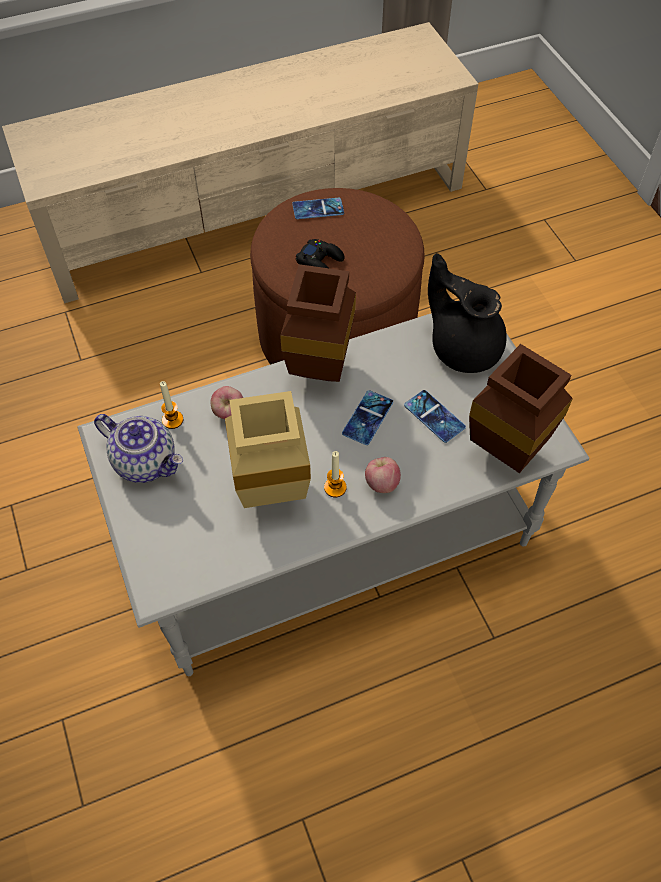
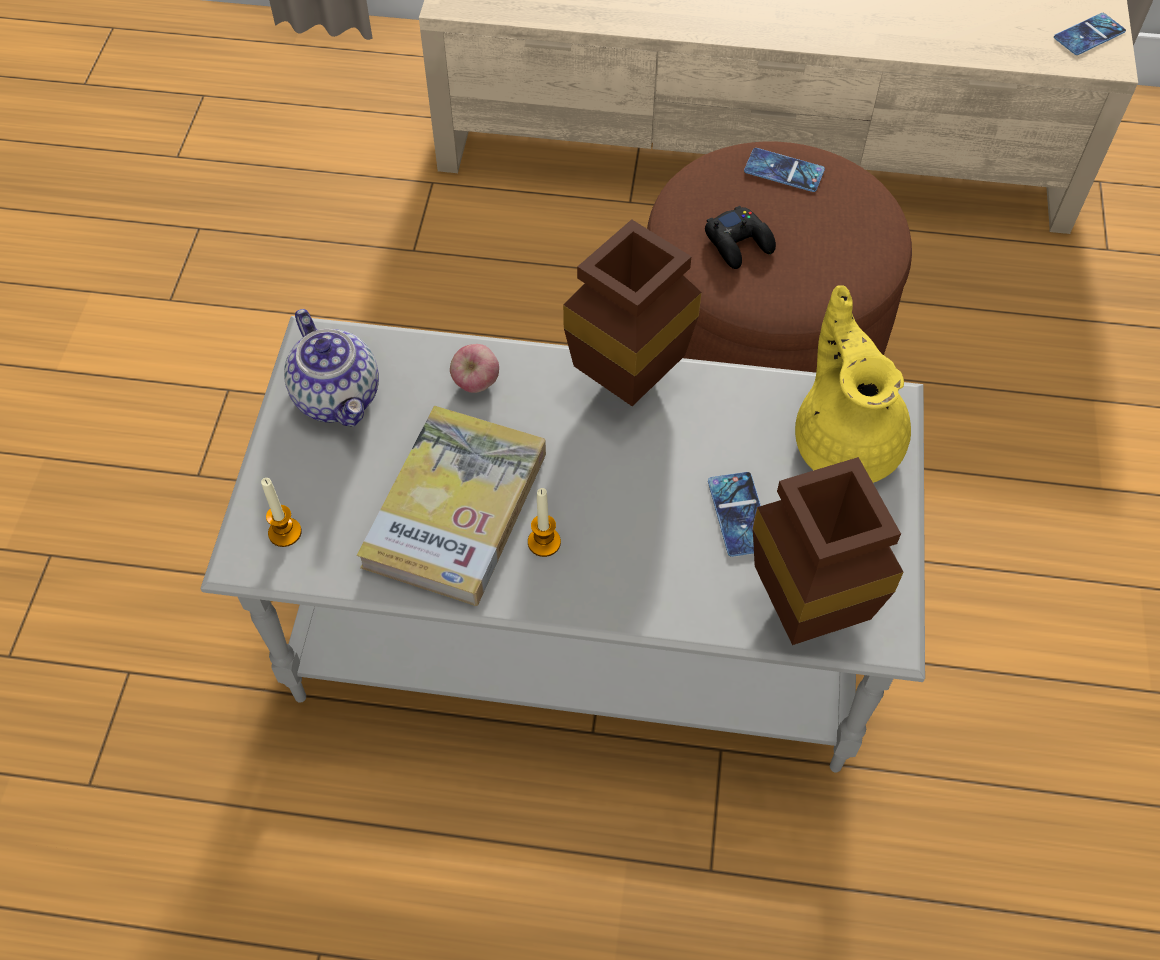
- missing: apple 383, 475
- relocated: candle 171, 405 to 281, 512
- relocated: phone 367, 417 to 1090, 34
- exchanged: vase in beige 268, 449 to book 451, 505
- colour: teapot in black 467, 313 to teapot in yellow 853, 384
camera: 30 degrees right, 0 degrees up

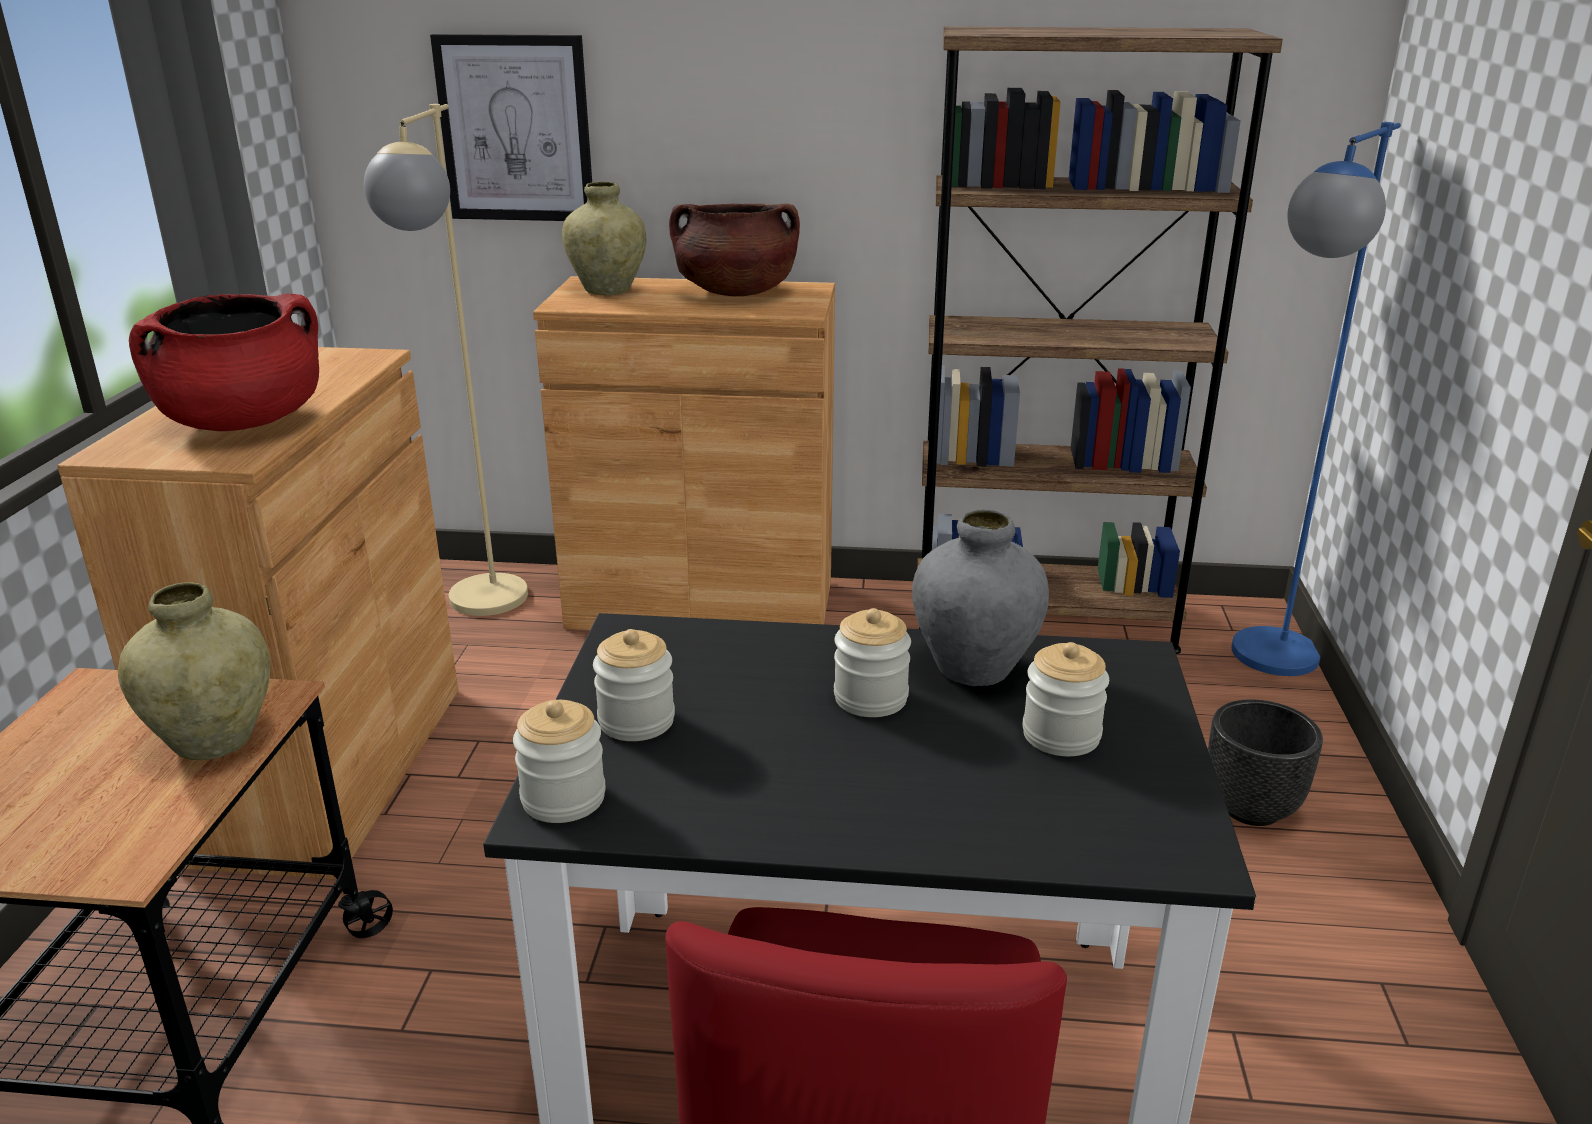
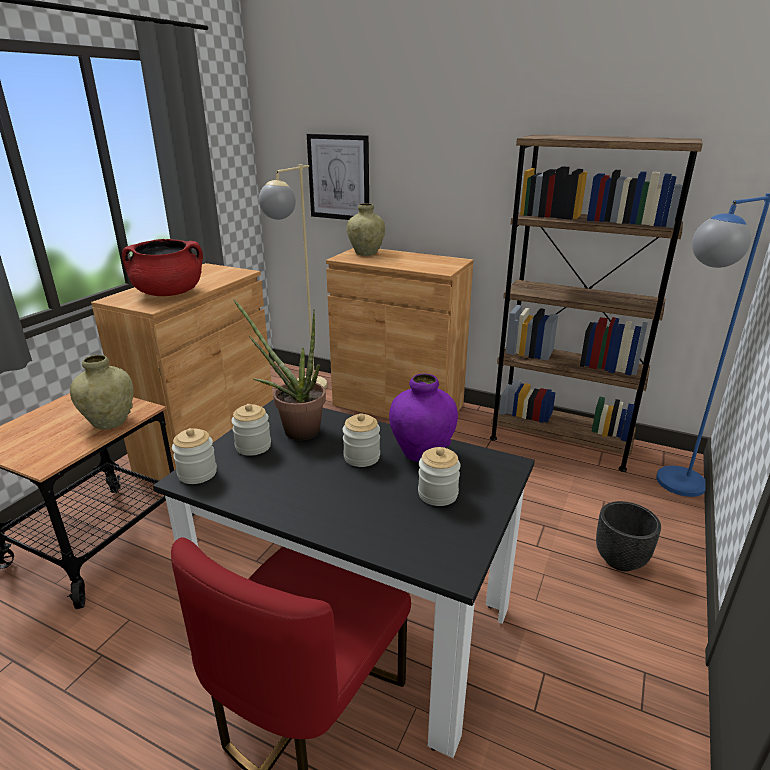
- missing: cooking pot in brown 734, 249
- appeared: potted plant 279, 369
- colour: vase in grey 980, 597 to vase in purple 423, 417
camera: 20 degrees right, 0 degrees up

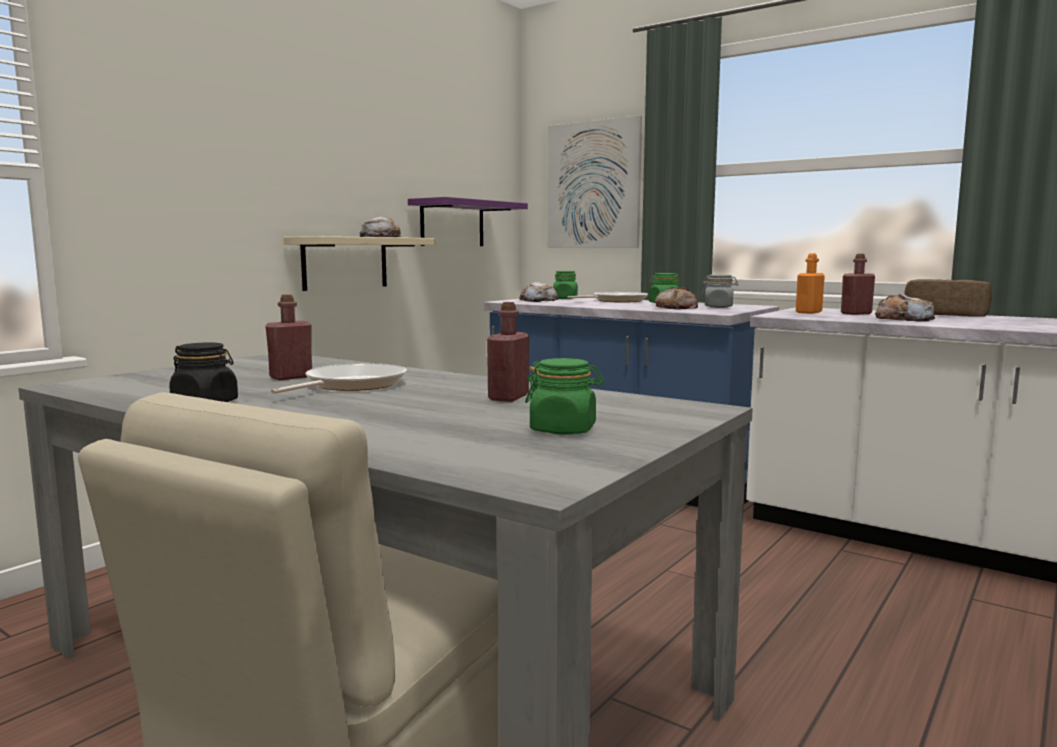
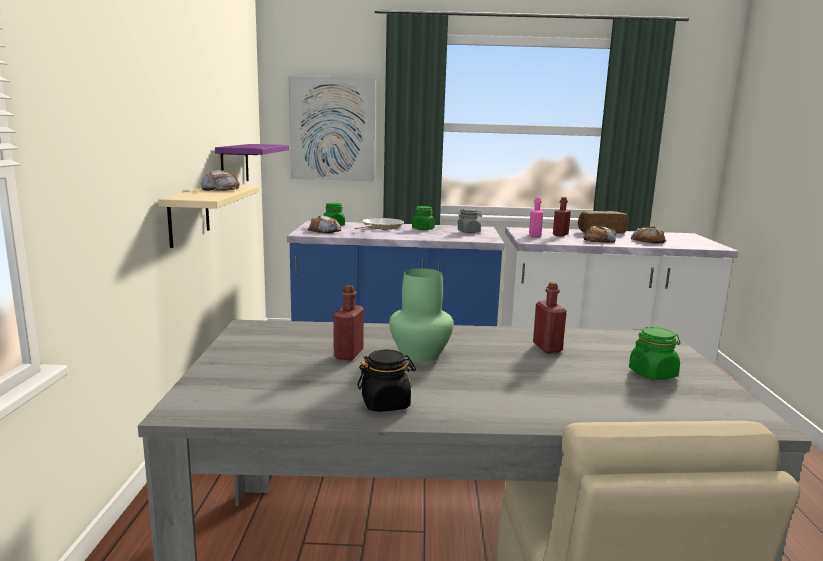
- relocated: bread 676, 298 to 648, 235
- exchanged: frying pan 339, 378 to vase in green 421, 315
- colour: bottle in orange 810, 284 to bottle in pink 536, 217
camera: 35 degrees left, 5 degrees up

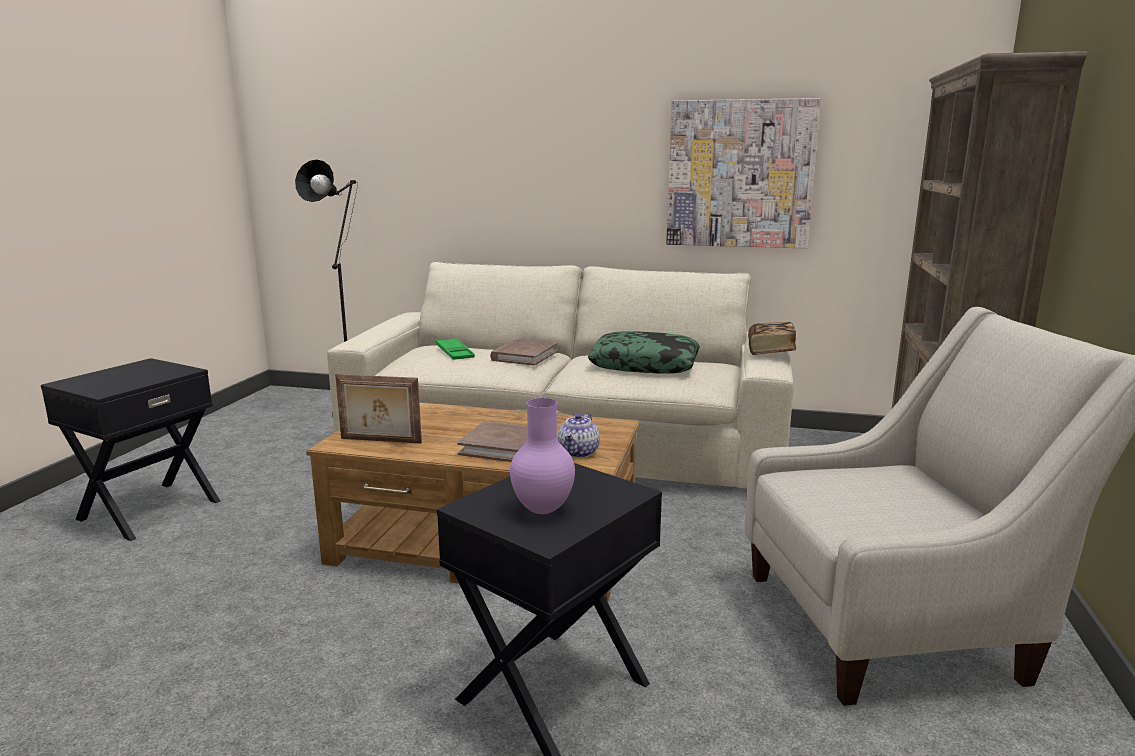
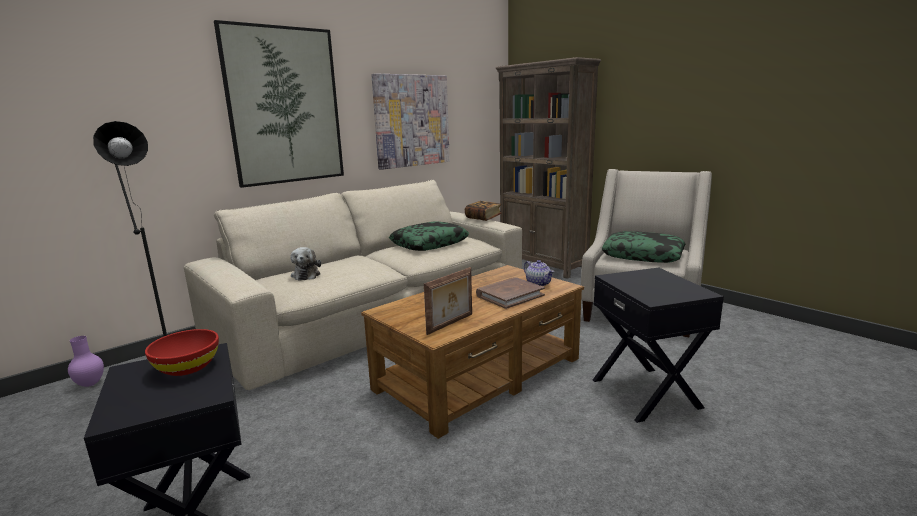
- missing: book in brown 524, 352
- appeared: bowl in red 182, 352
- appeared: picture 279, 104
- appeared: pillow 643, 247
- relocated: vase in purple 542, 456 to 86, 361
- exchanged: tray in green 455, 349 to plush toy 305, 264
camera: 55 degrees left, 0 degrees up

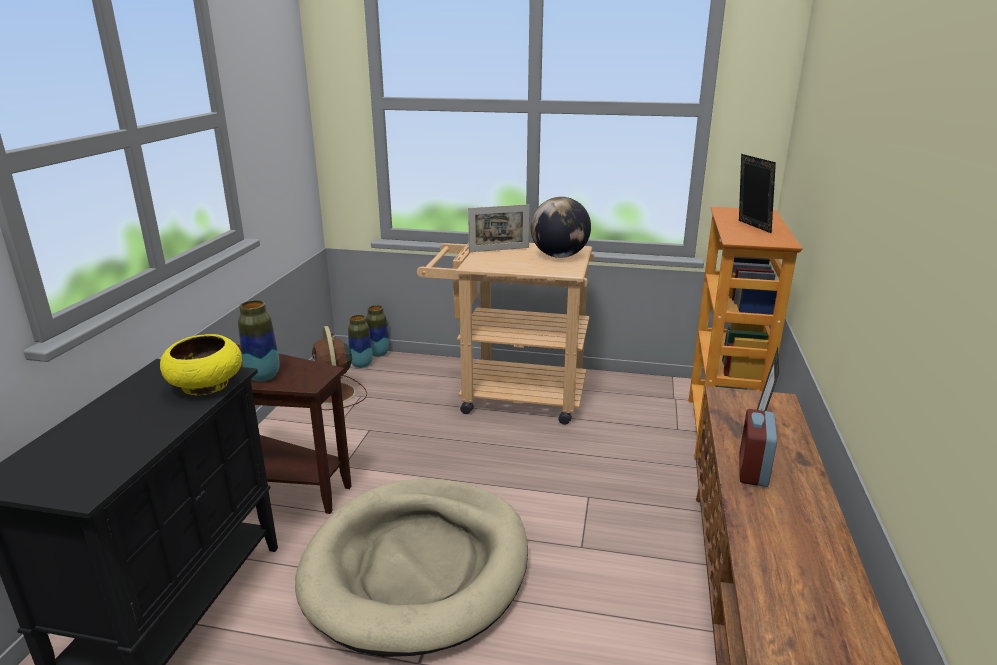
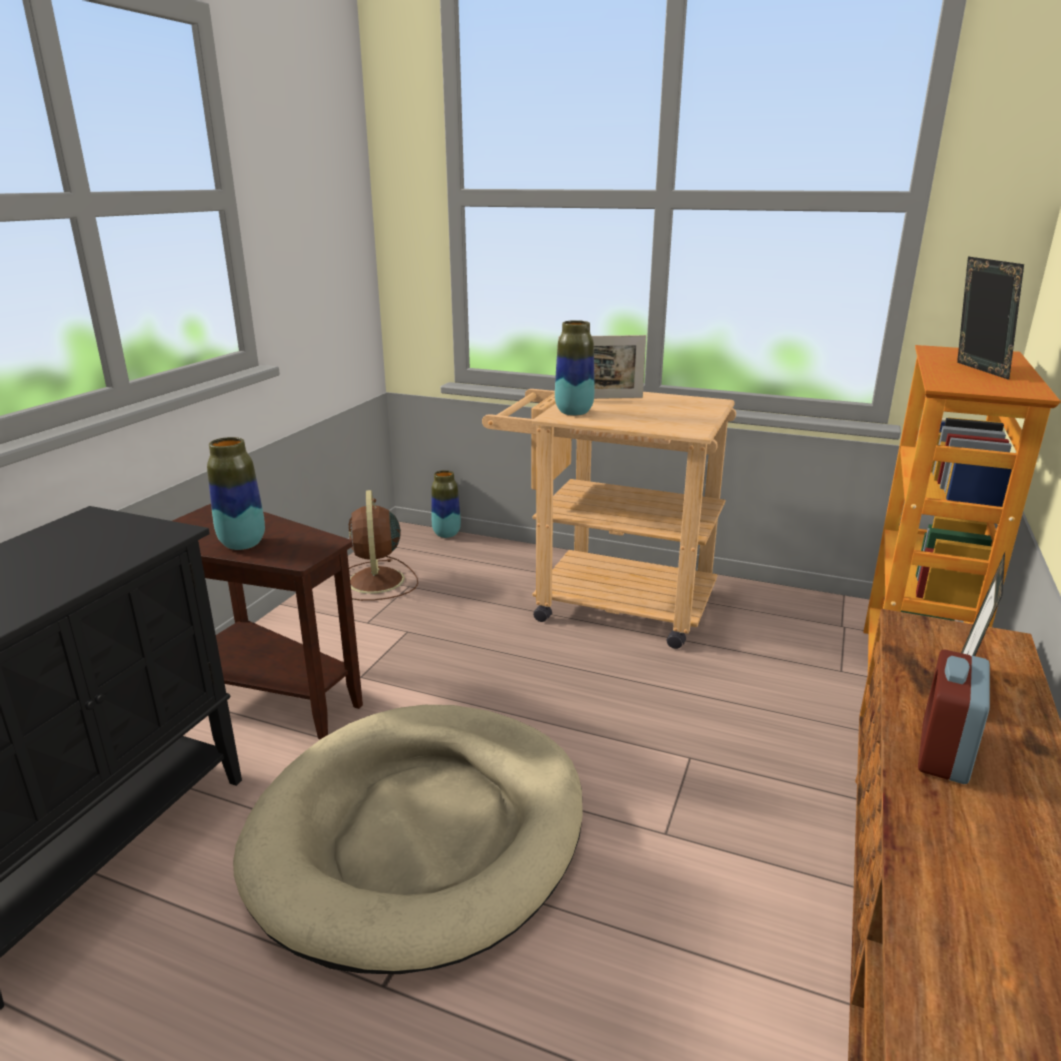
- missing: bowl in yellow 201, 364
- missing: globe 561, 227
- relocated: vase 360, 341 to 575, 368
camera: 10 degrees right, 0 degrees up

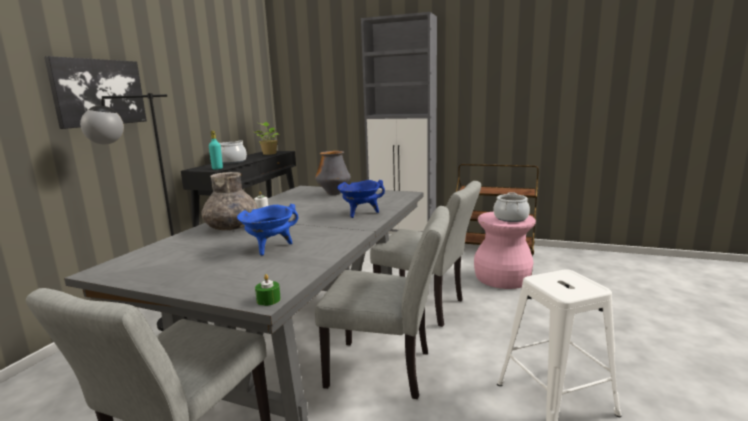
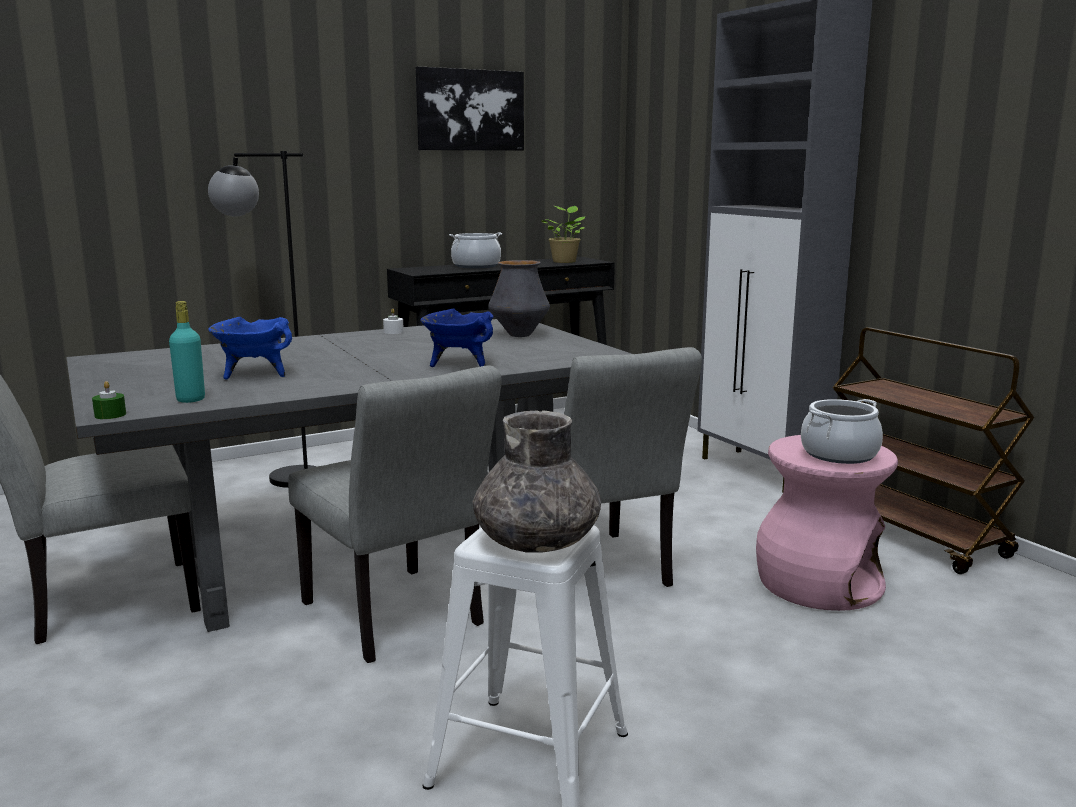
- relocated: picture 95, 92 to 470, 108
- relocated: vase in grey 230, 201 to 537, 481
- relocated: bottle in turquoise 216, 150 to 187, 352
camera: 40 degrees right, 0 degrees up

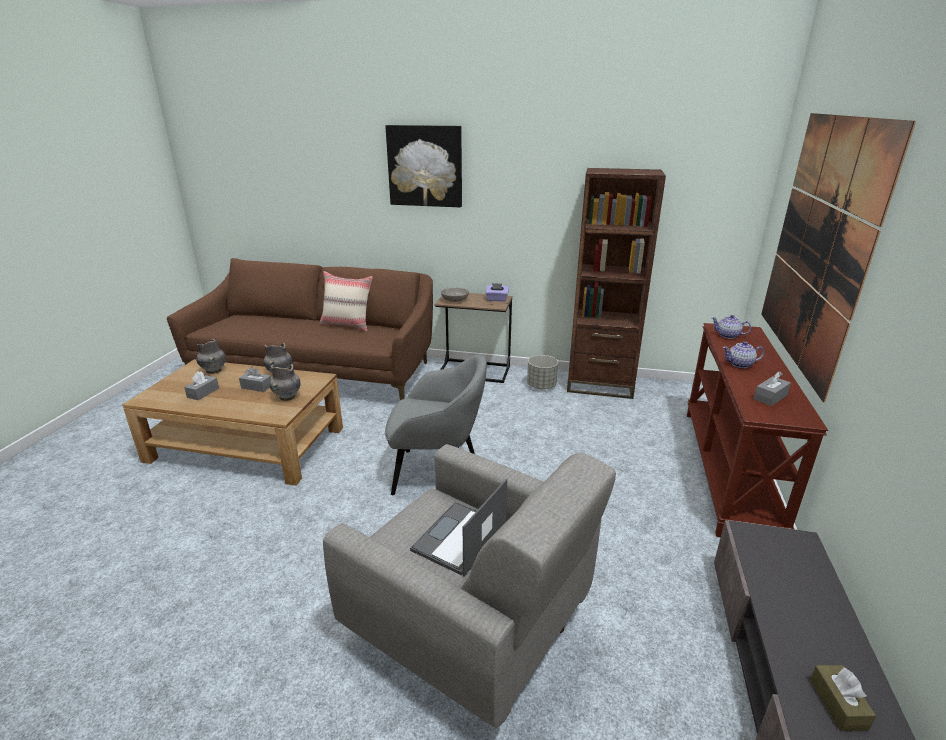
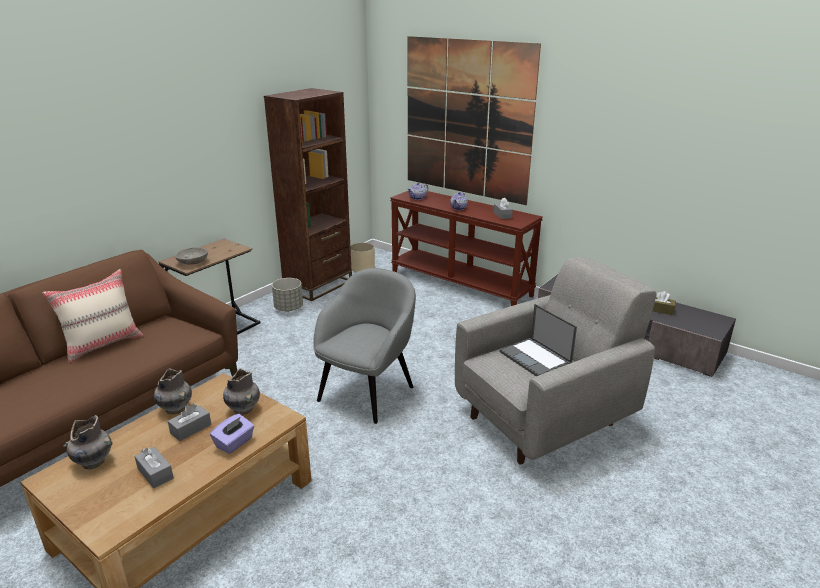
- missing: picture 423, 166
- appeared: planter in beige 362, 257
- relocated: tissue box in purple 497, 292 to 232, 434
camera: 65 degrees left, 0 degrees up

